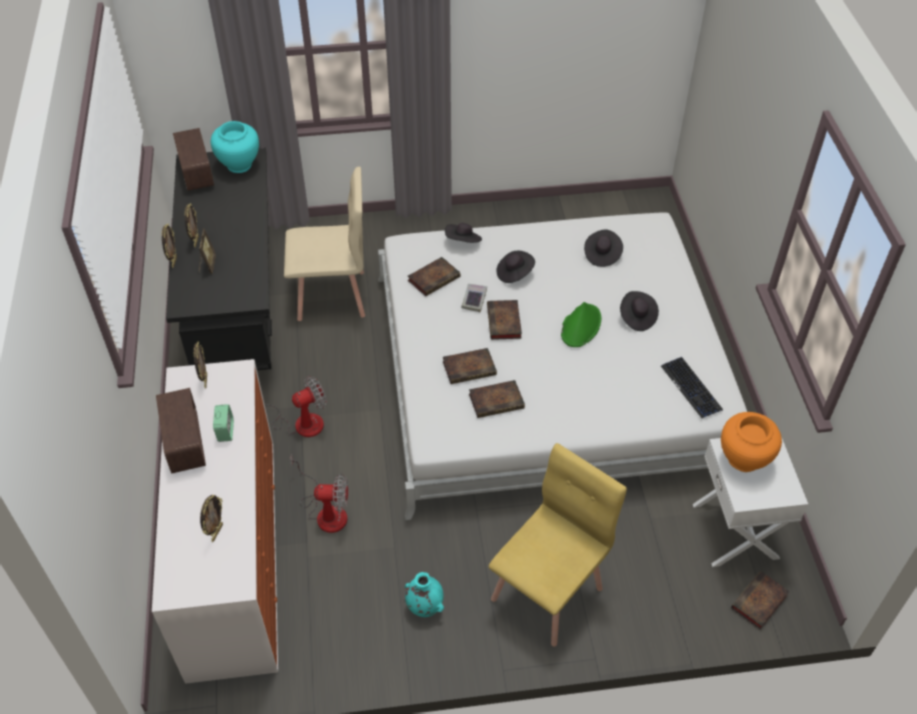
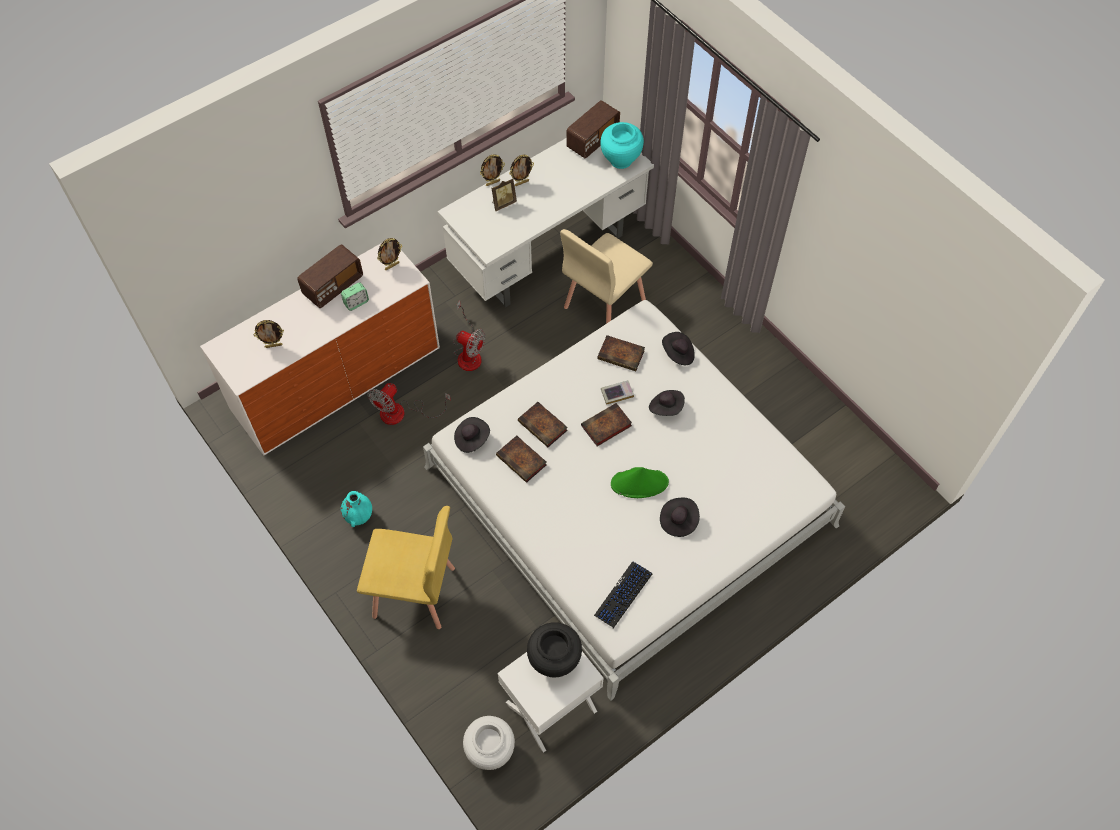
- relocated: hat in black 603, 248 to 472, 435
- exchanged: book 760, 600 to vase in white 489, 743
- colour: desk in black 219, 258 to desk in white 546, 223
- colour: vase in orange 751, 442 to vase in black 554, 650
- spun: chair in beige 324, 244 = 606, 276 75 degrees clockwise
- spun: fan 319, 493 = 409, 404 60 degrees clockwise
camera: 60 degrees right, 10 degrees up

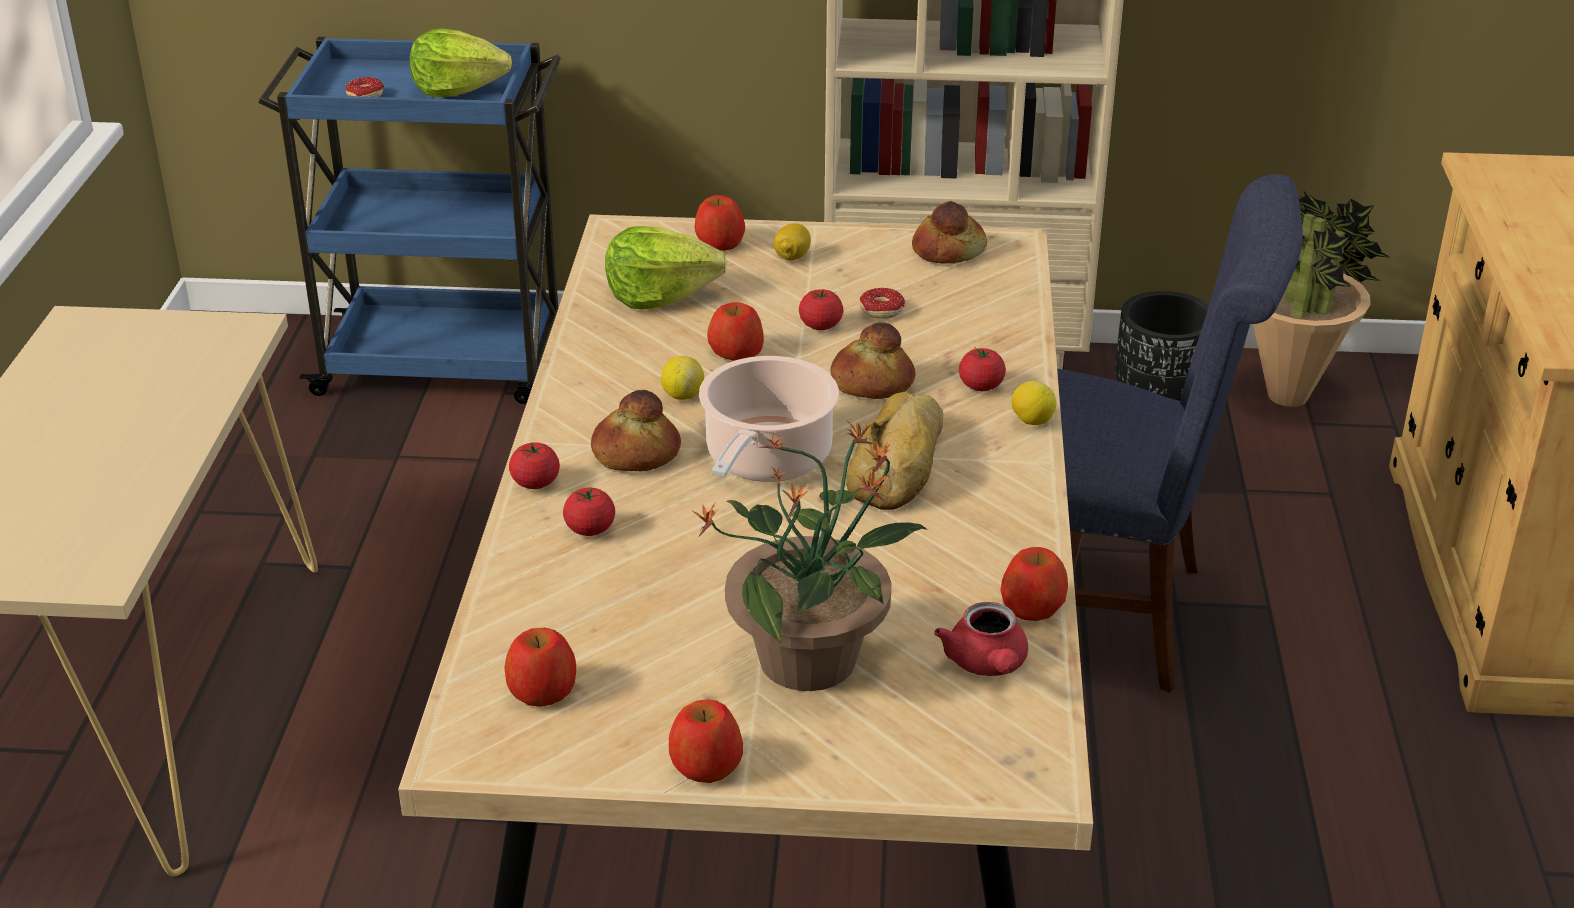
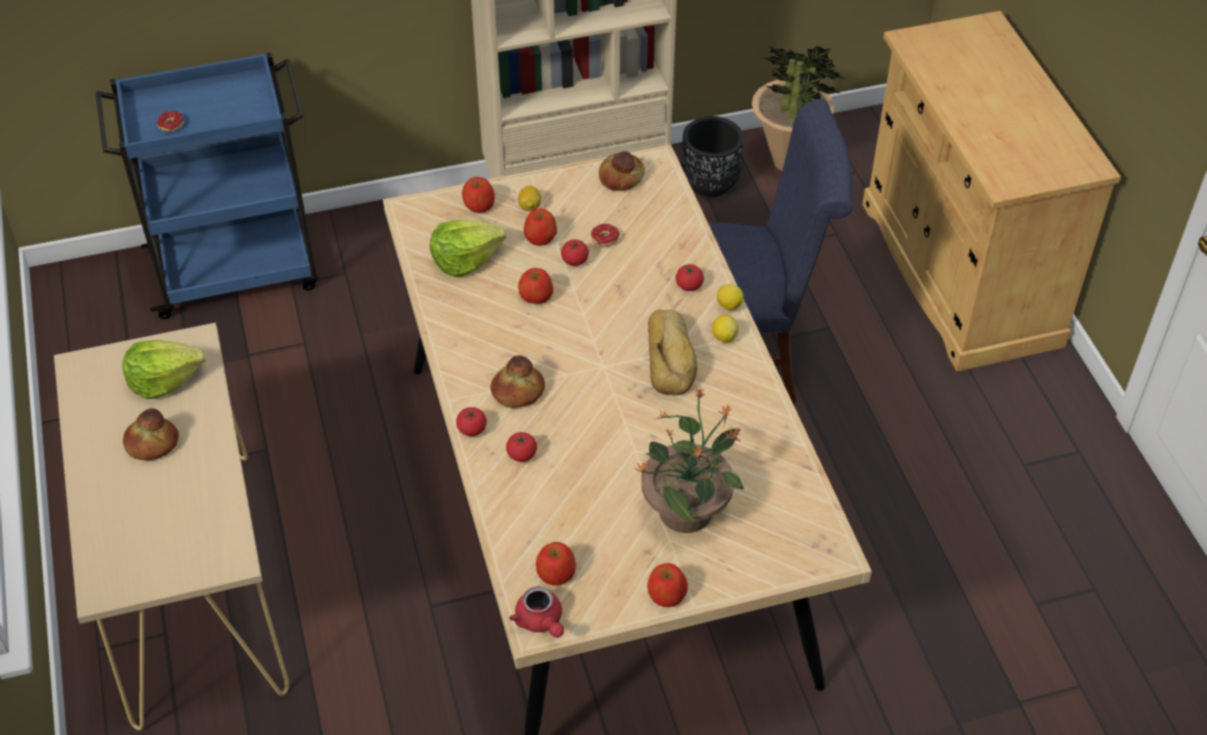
- missing: cooking pot 769, 419
- relocated: lettuce 461, 63 to 163, 369
- relocated: lemon 682, 378 to 725, 328
- relocated: bread 873, 360 to 151, 434
- relocated: teapot in red 981, 639 to 536, 612
- relocated: apple 1034, 584 to 540, 227
camera: 20 degrees left, 15 degrees up

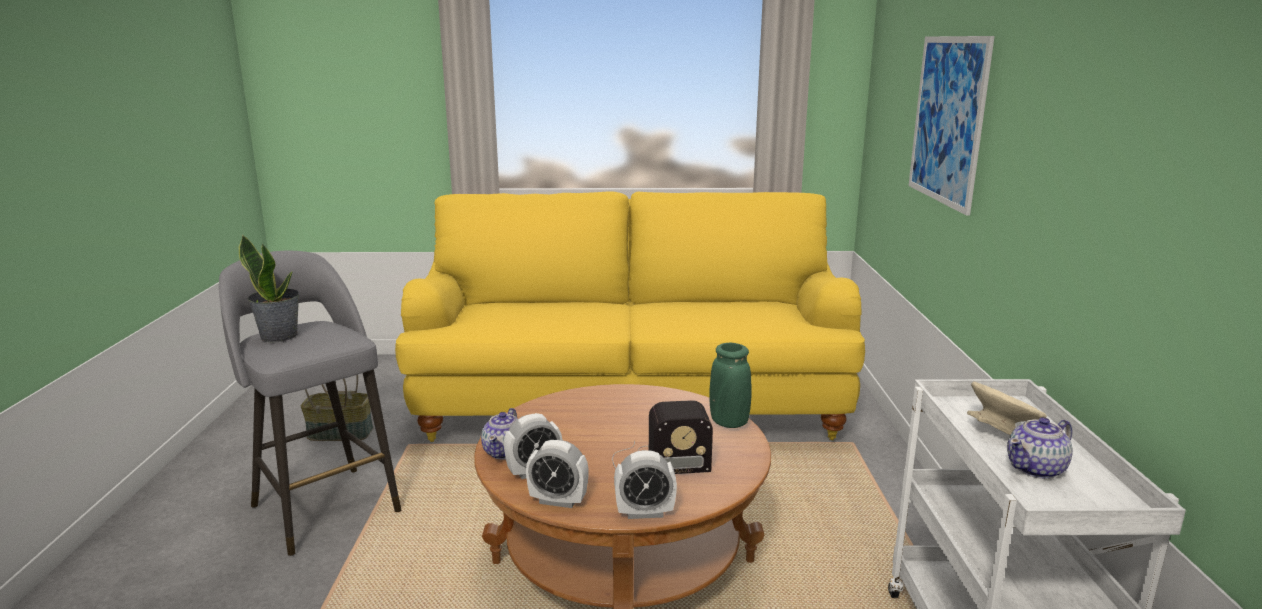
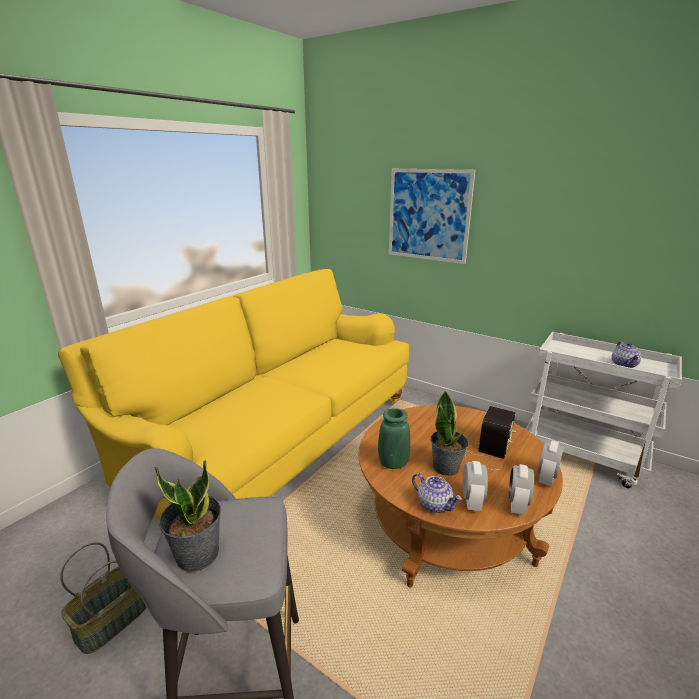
- missing: bowl in beige 1007, 408
- appeared: potted plant 449, 433
- relocated: vase in green 730, 385 to 394, 438
- spun: alarm clock 557, 474 = 521, 489 150 degrees clockwise
camera: 55 degrees left, 5 degrees up

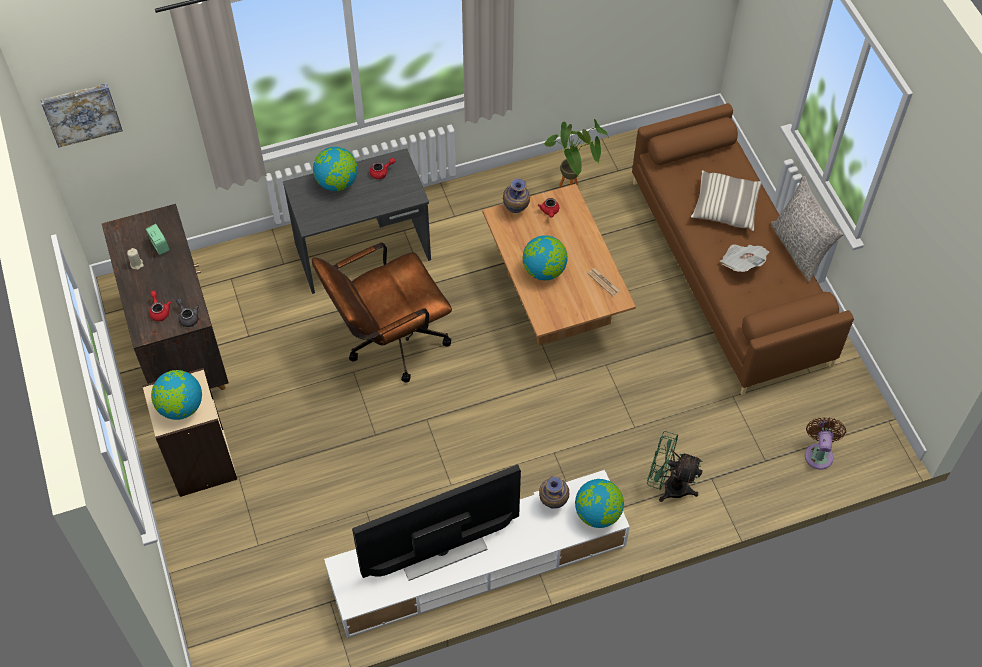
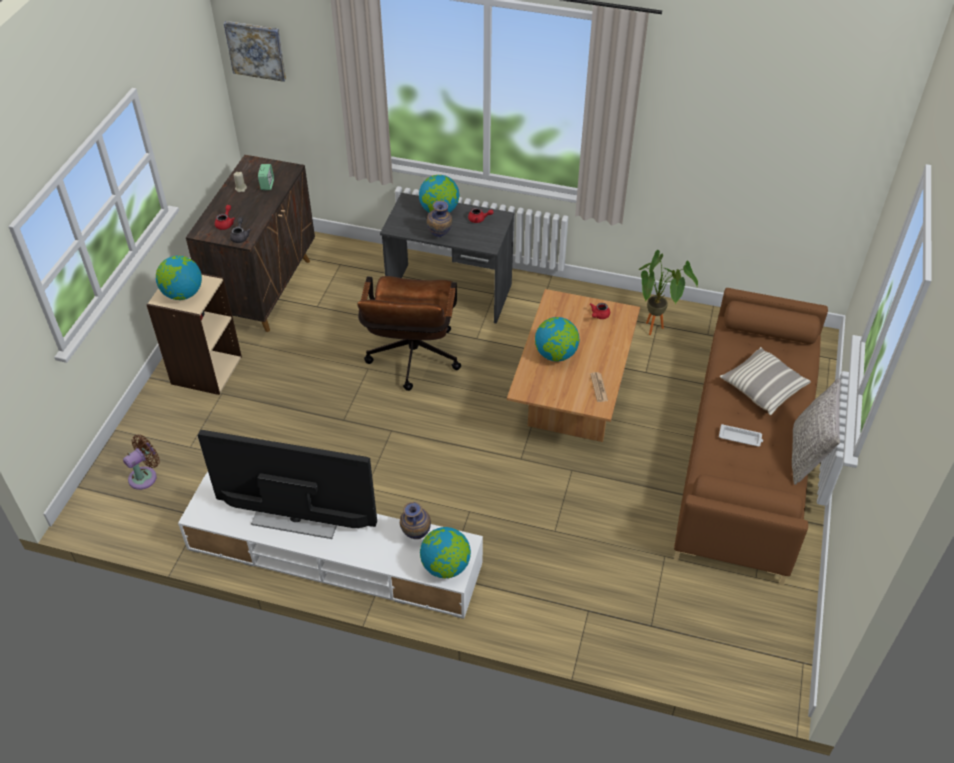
- missing: fan in green 675, 466
- relocated: vase 516, 195 to 439, 219
- relocated: fan in brown 825, 443 to 141, 462
- exchanged: newspaper 744, 258 to tray in white 741, 435
- spun: office chair in brown 382, 312 = 409, 333 90 degrees counterclockwise
camera: 35 degrees right, 10 degrees down

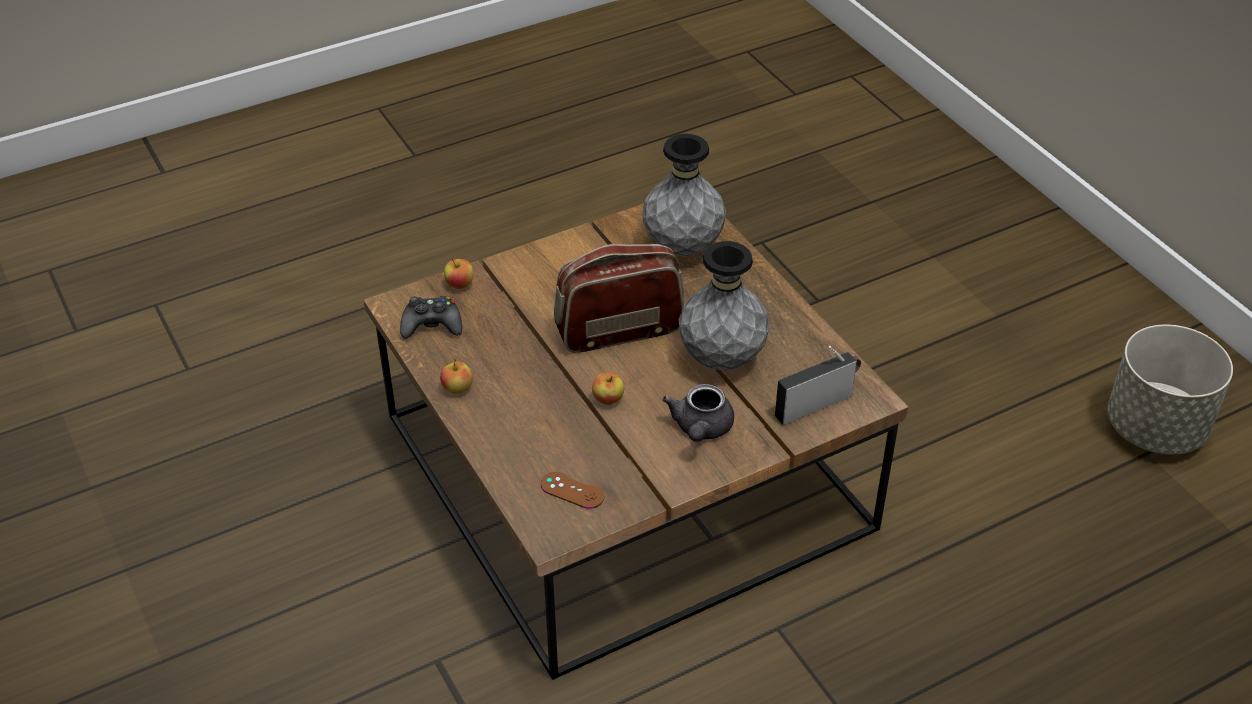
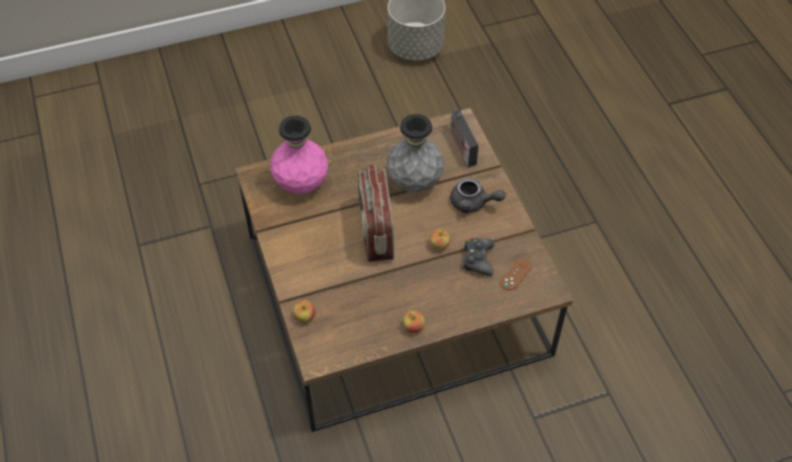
- relocated: game controller in black 431, 317 to 478, 257
- colour: vase in grey 684, 195 to vase in pink 299, 155
camera: 80 degrees left, 10 degrees up

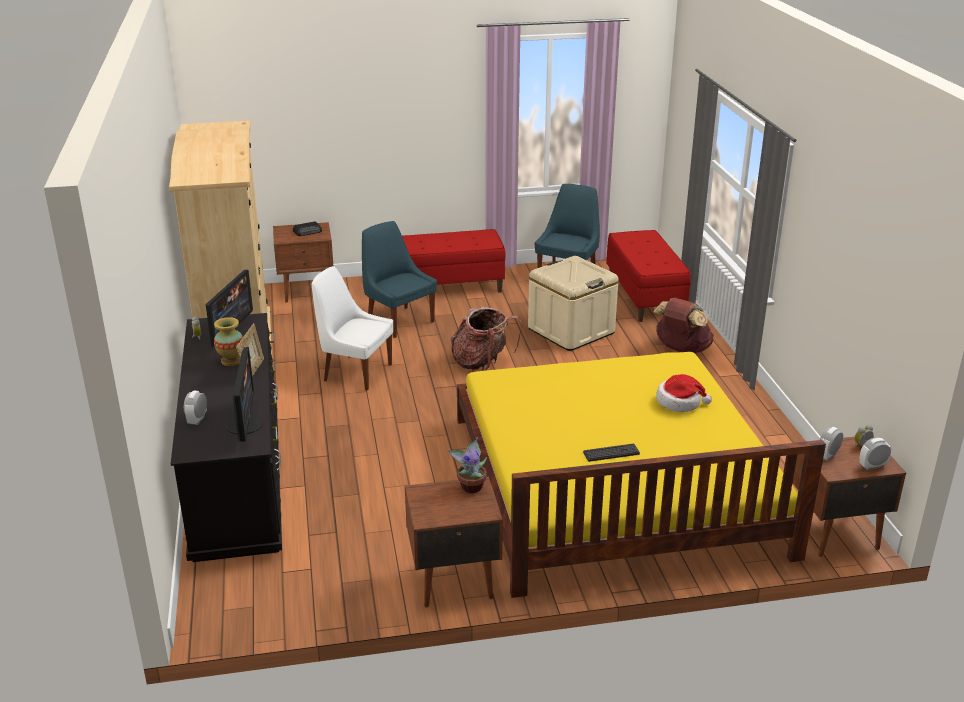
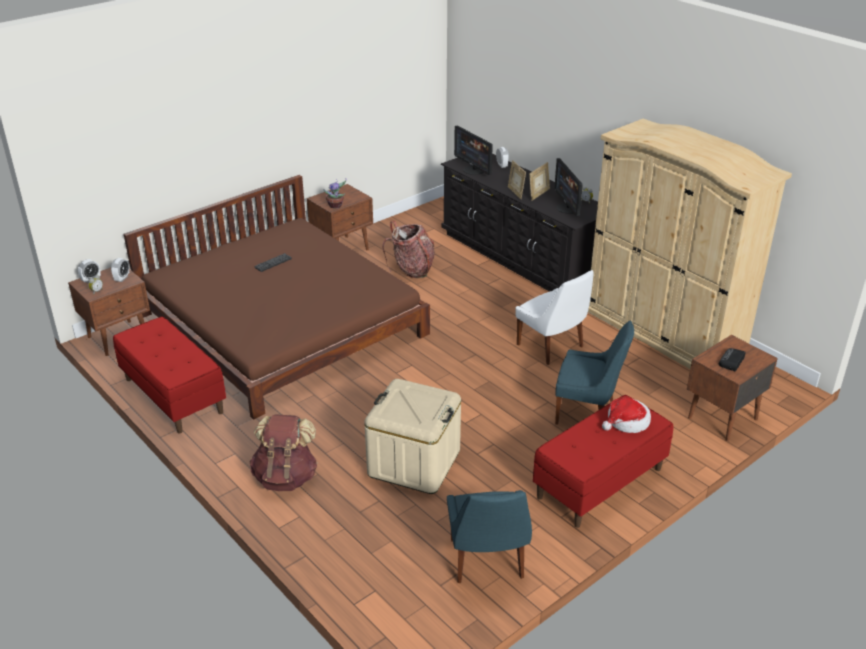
- relocated: backpack 486, 338 to 408, 249
- relocated: bench in red 648, 276 to 169, 375
- relocated: hat 684, 393 to 626, 415
- exchanged: vase 228, 341 to picture frame 539, 181
- colour: bed in yellow 641, 475 to bed in brown 277, 297
- spun: chair in white 352, 328 = 554, 317 60 degrees clockwise
camera: 150 degrees right, 5 degrees up

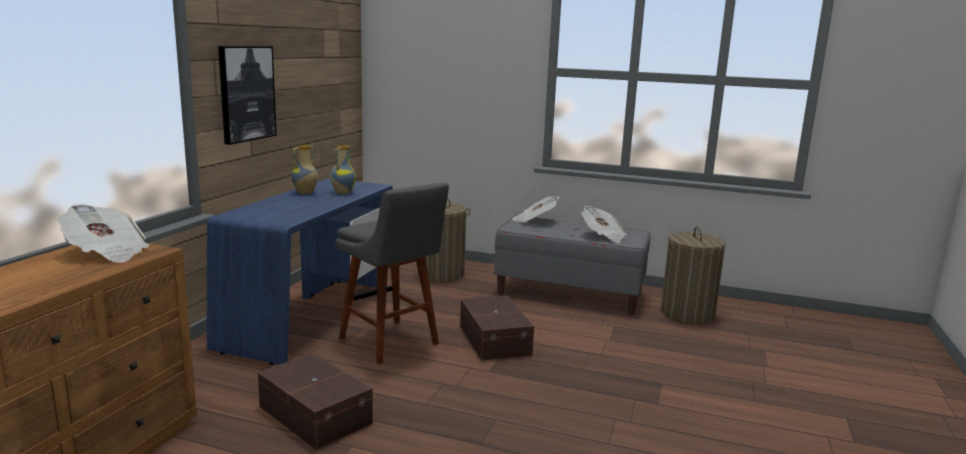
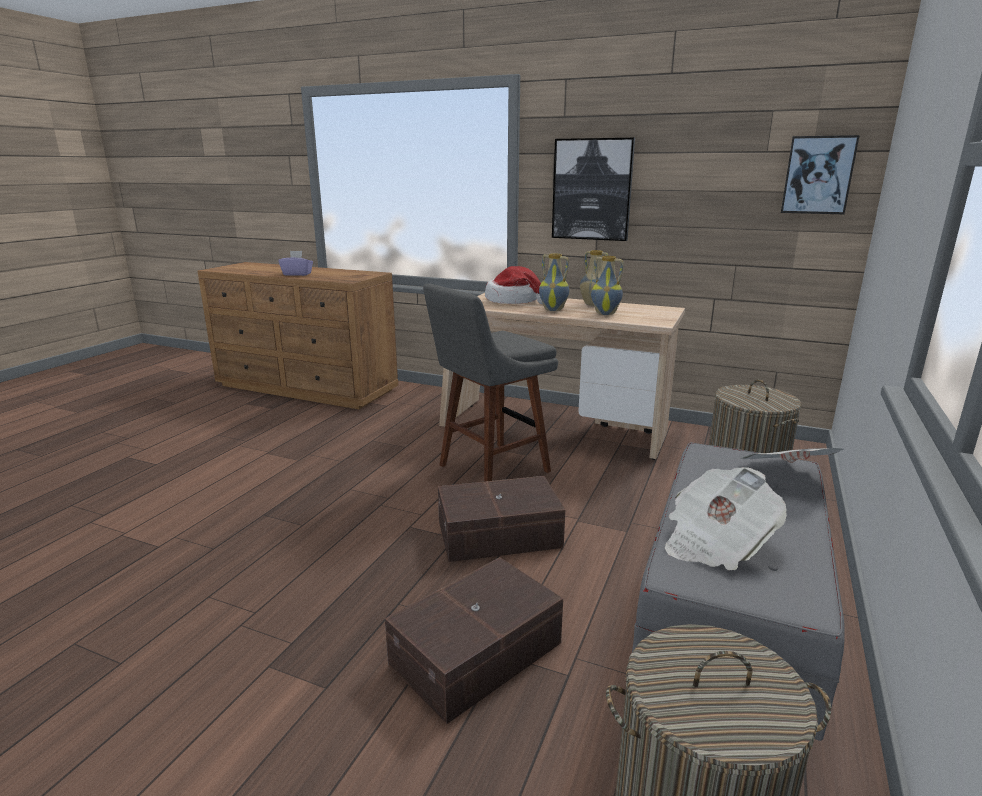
- missing: newspaper 103, 233
- appeared: tissue box in purple 295, 263
- appeared: hat 514, 285
- appeared: vase 554, 282
- appeared: picture 820, 174
- relocated: storage box in brown 315, 401 to 474, 640
- colour: desk in blue 300, 271 to desk in beige 562, 376
camera: 95 degrees right, 5 degrees up

